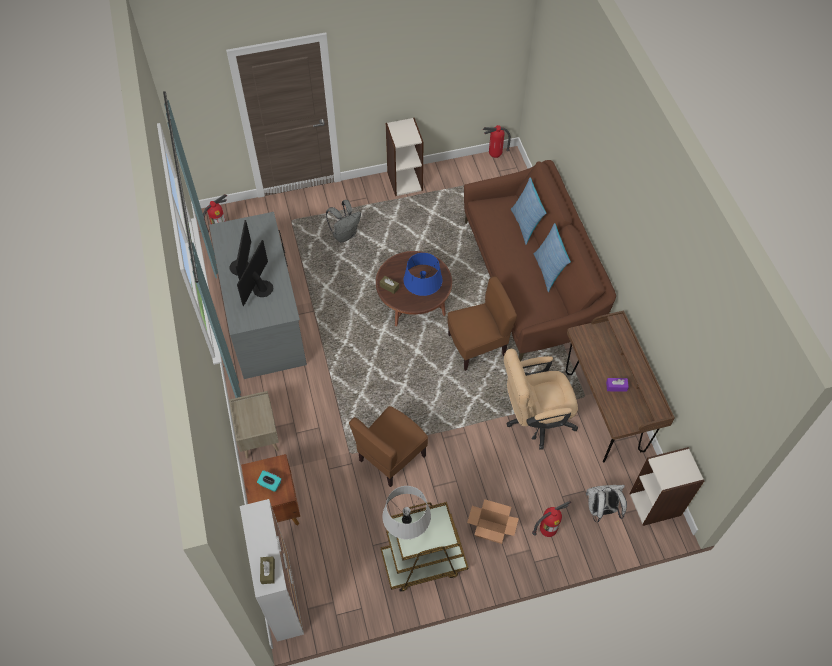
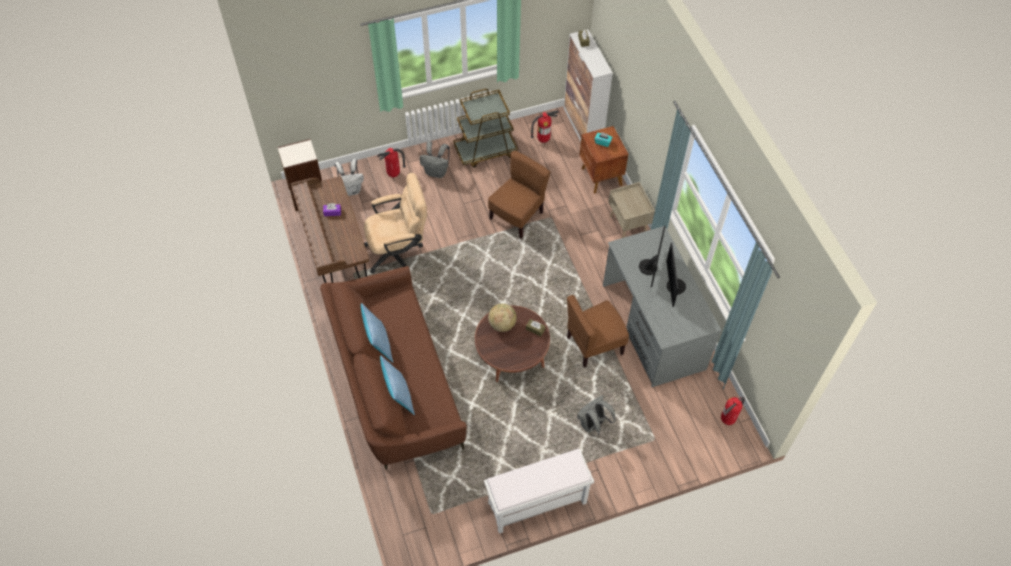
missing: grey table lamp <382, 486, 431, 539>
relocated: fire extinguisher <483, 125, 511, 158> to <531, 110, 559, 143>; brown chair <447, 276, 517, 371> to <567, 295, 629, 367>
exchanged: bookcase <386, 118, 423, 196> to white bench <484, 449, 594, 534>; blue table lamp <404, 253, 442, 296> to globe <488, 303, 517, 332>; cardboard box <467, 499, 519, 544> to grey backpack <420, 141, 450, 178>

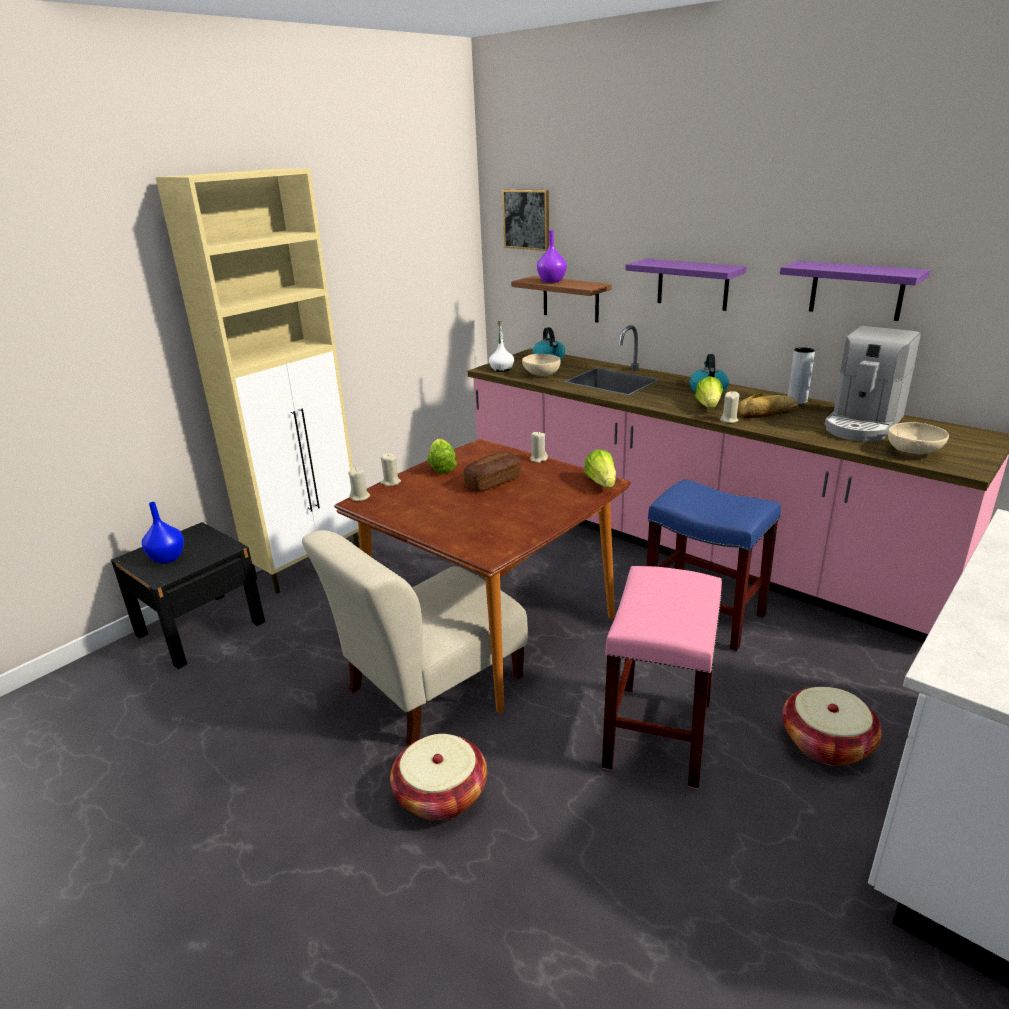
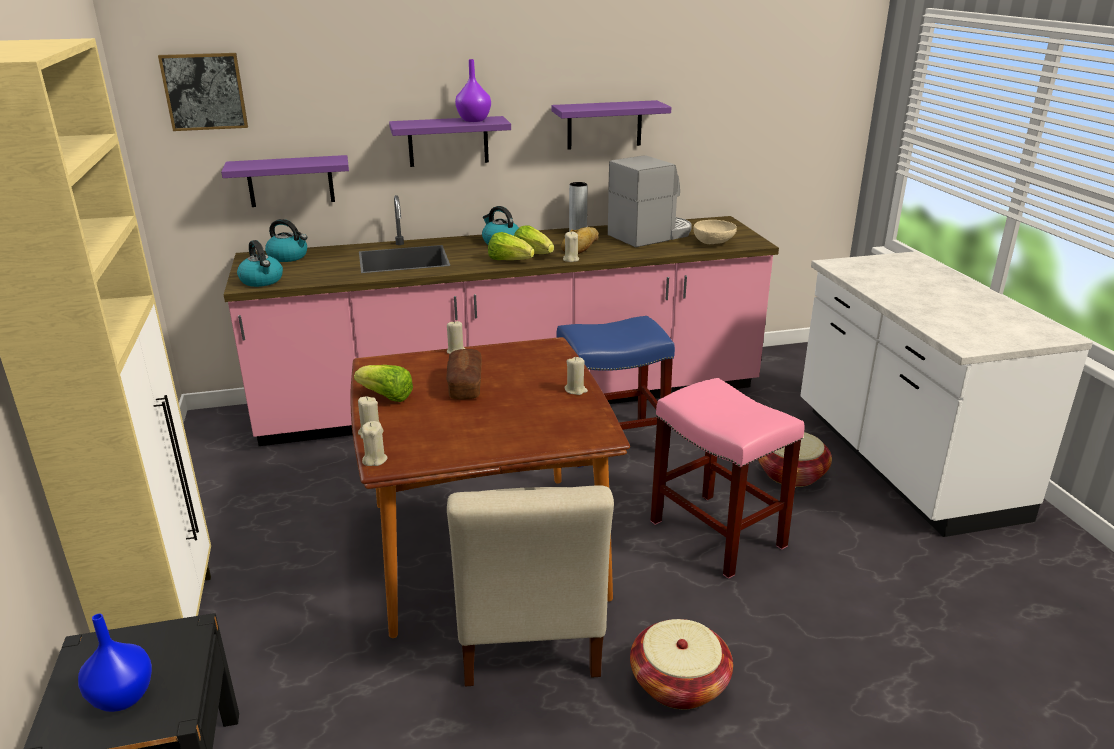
missing: beige bowl <522, 354, 561, 376>
appeared: beige candle <565, 357, 588, 395>
relocated: purple vase <537, 230, 567, 283> to <455, 59, 491, 122>; lettuce <584, 449, 616, 488> to <488, 232, 535, 260>
exchanged: white bottle <489, 321, 514, 372> to kettle <237, 240, 283, 287>
colour: brown shelf <511, 276, 612, 323> to purple shelf <221, 155, 349, 207>
spun: coffee machine <824, 326, 921, 442> = <608, 155, 692, 247> 105 degrees counterclockwise

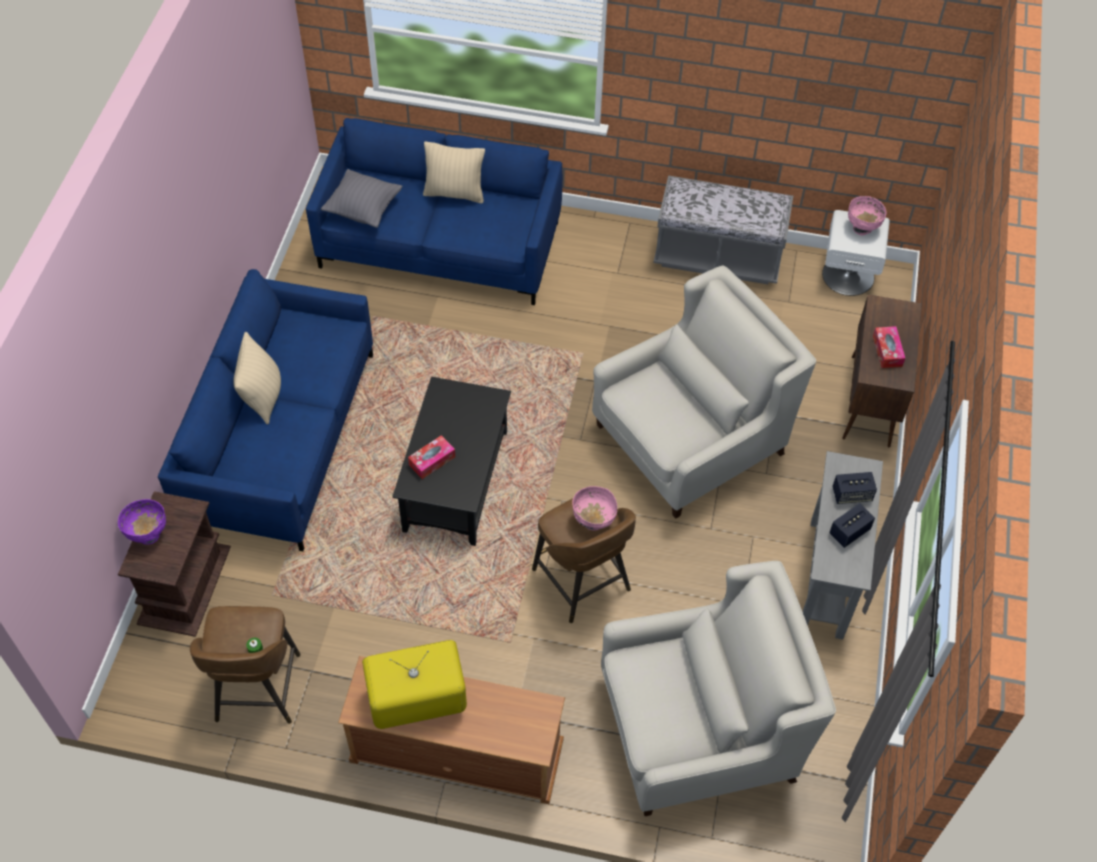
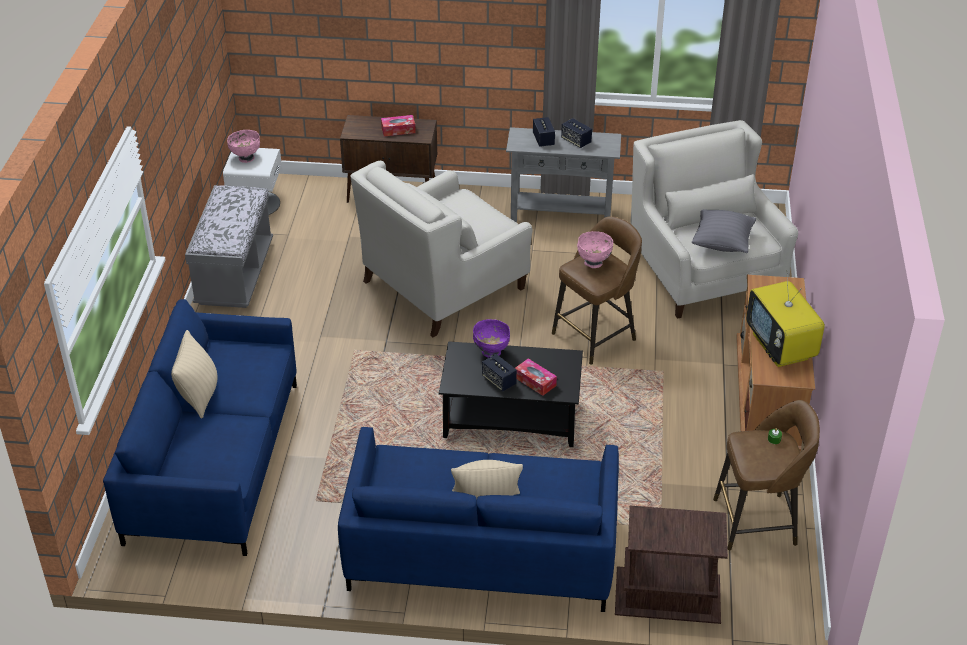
appeared: speaker <482, 354, 517, 392>
relocated: grey pillow <321, 169, 402, 228> to <692, 209, 756, 253>; purple bowl <118, 499, 166, 545> to <473, 319, 510, 358>
spun: white armchair <592, 266, 816, 519> = <350, 161, 533, 337> 90 degrees counterclockwise

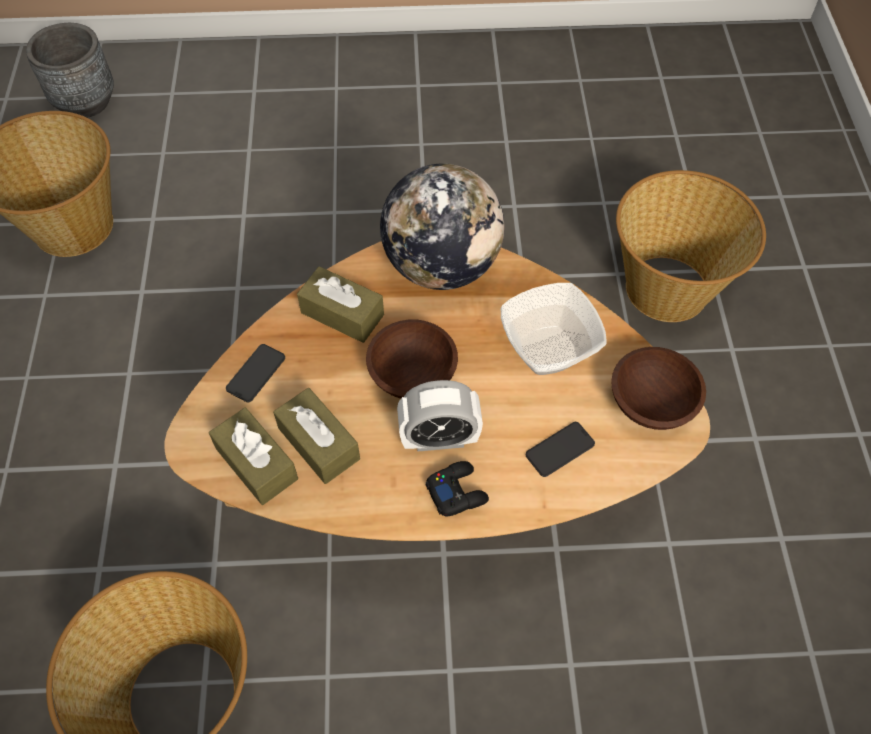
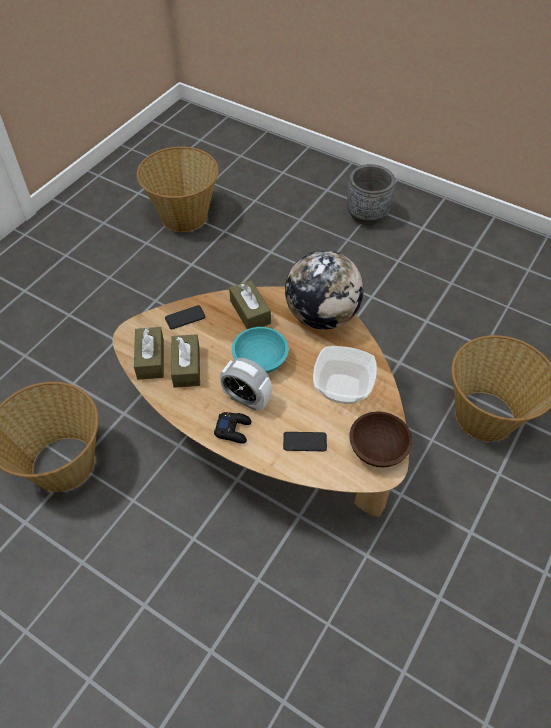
relocated: grey planter <26, 23, 114, 118> to <347, 164, 395, 225>
colour: brown bowl <366, 320, 458, 398> to turquoise bowl <232, 327, 289, 373>

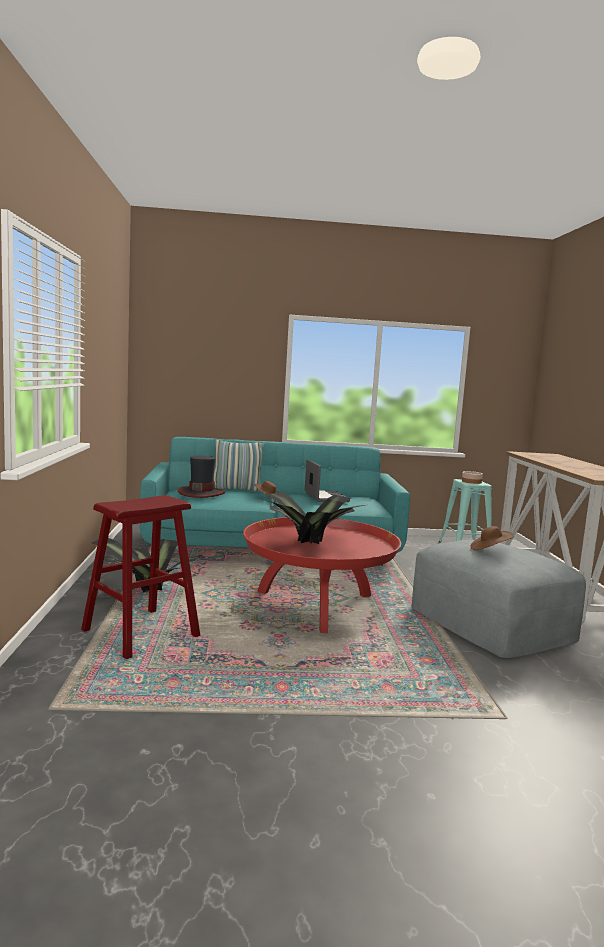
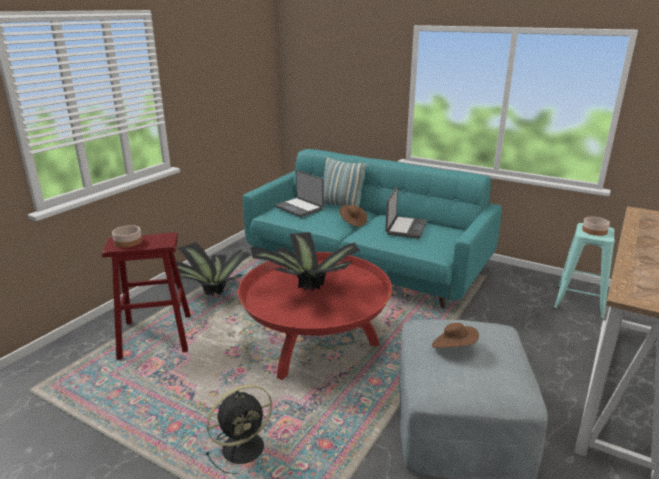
appeared: bowl <112, 225, 142, 248>; black fan <205, 385, 272, 474>
exchanged: hat <178, 456, 226, 498> to laptop <275, 170, 324, 217>

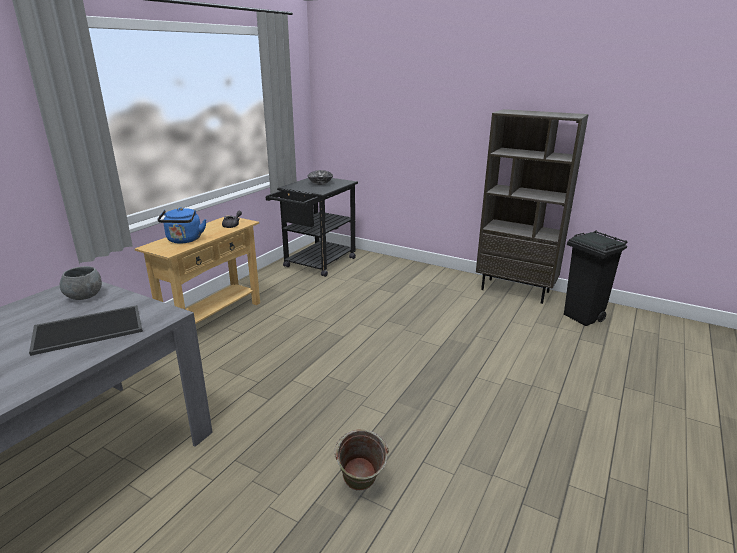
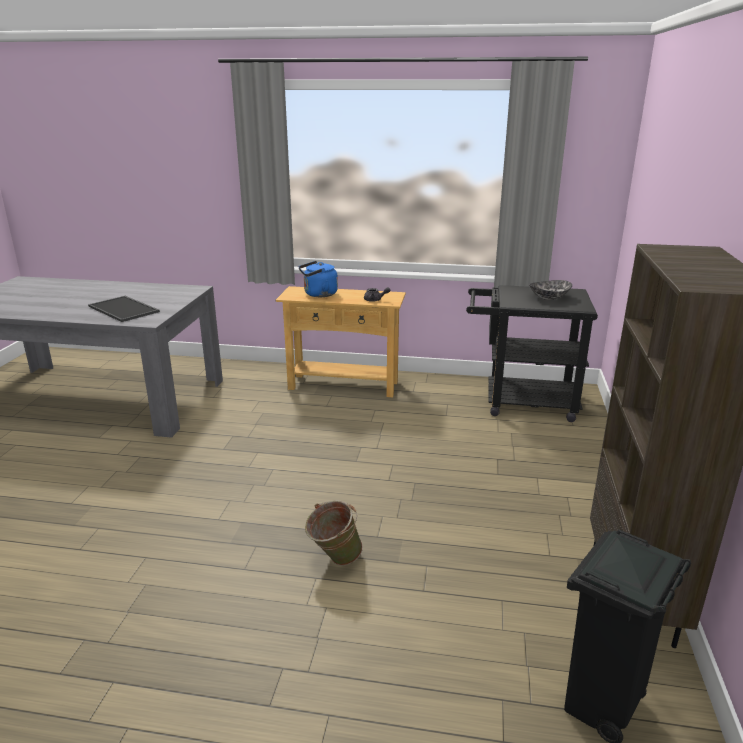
missing: grey bowl <60, 266, 102, 300>
relocated: green bucket <334, 429, 389, 491> to <305, 500, 363, 566>

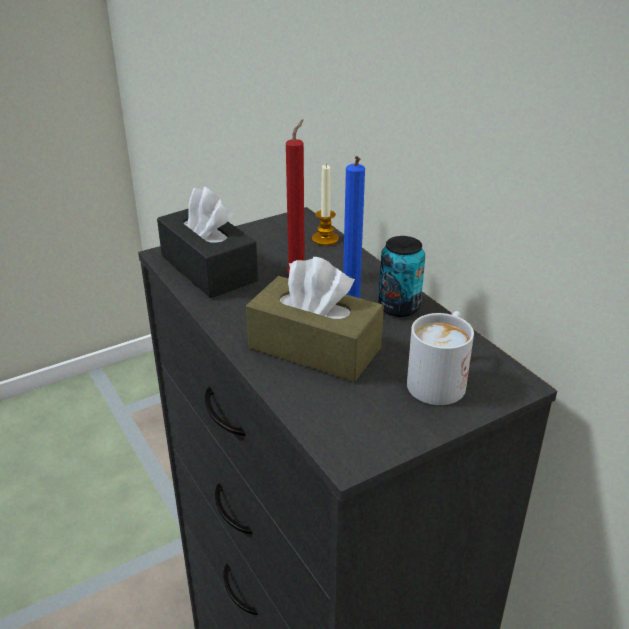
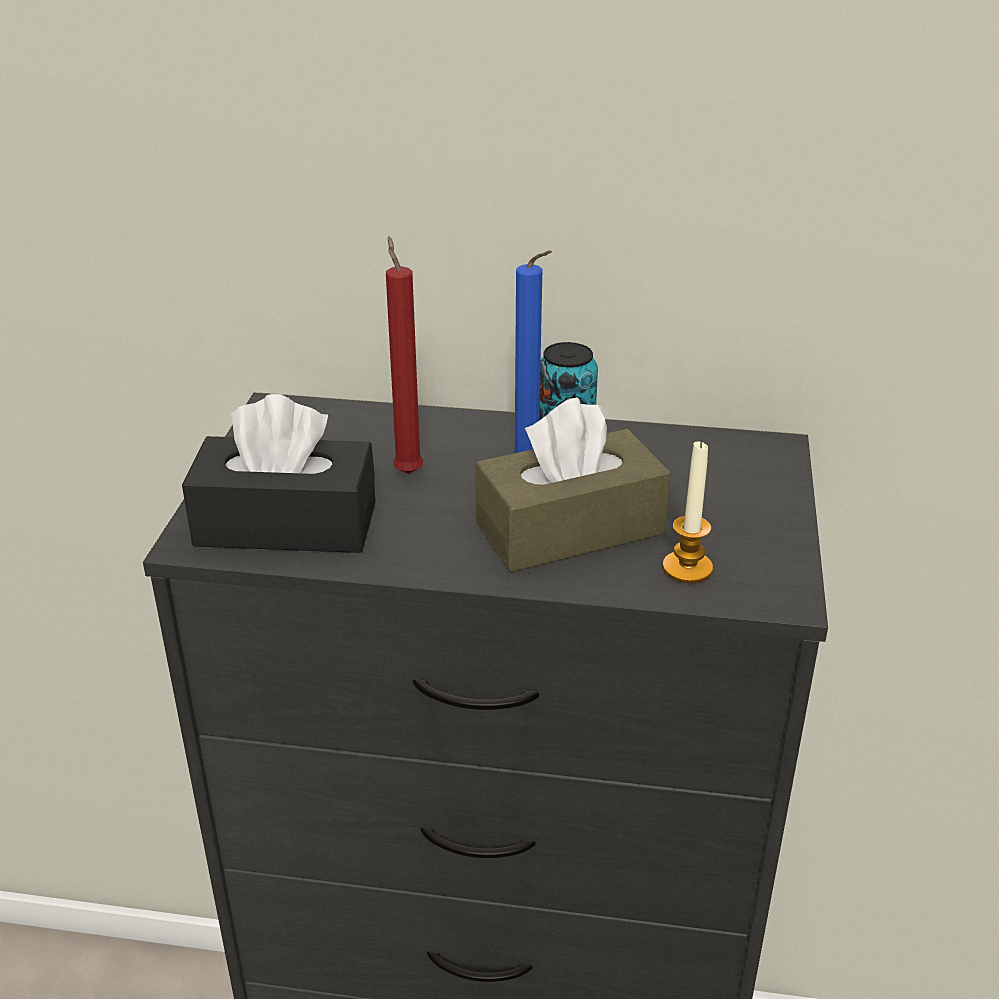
missing: white mug <407, 311, 474, 405>
relocated: candle <312, 165, 339, 246> to <662, 440, 713, 584>

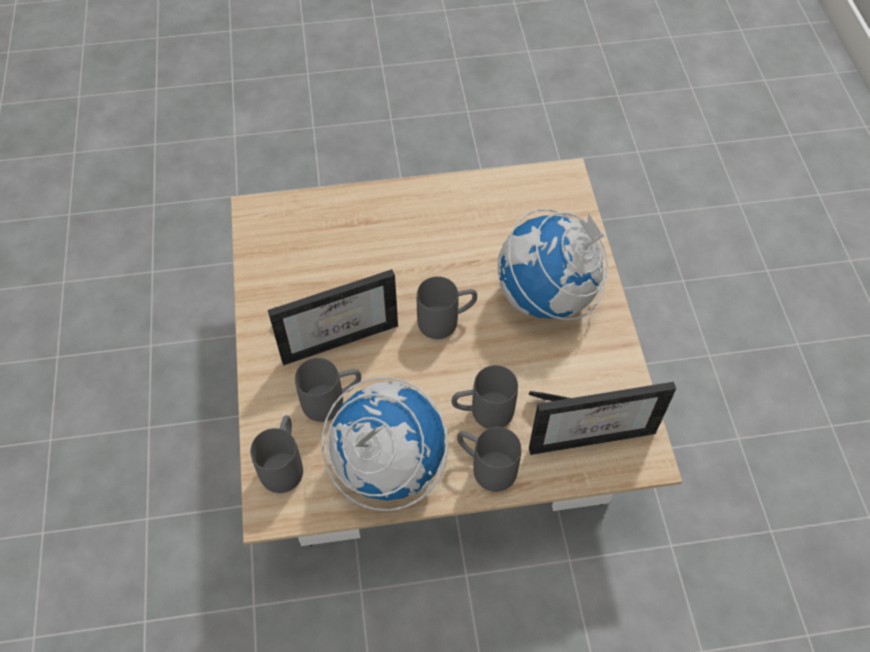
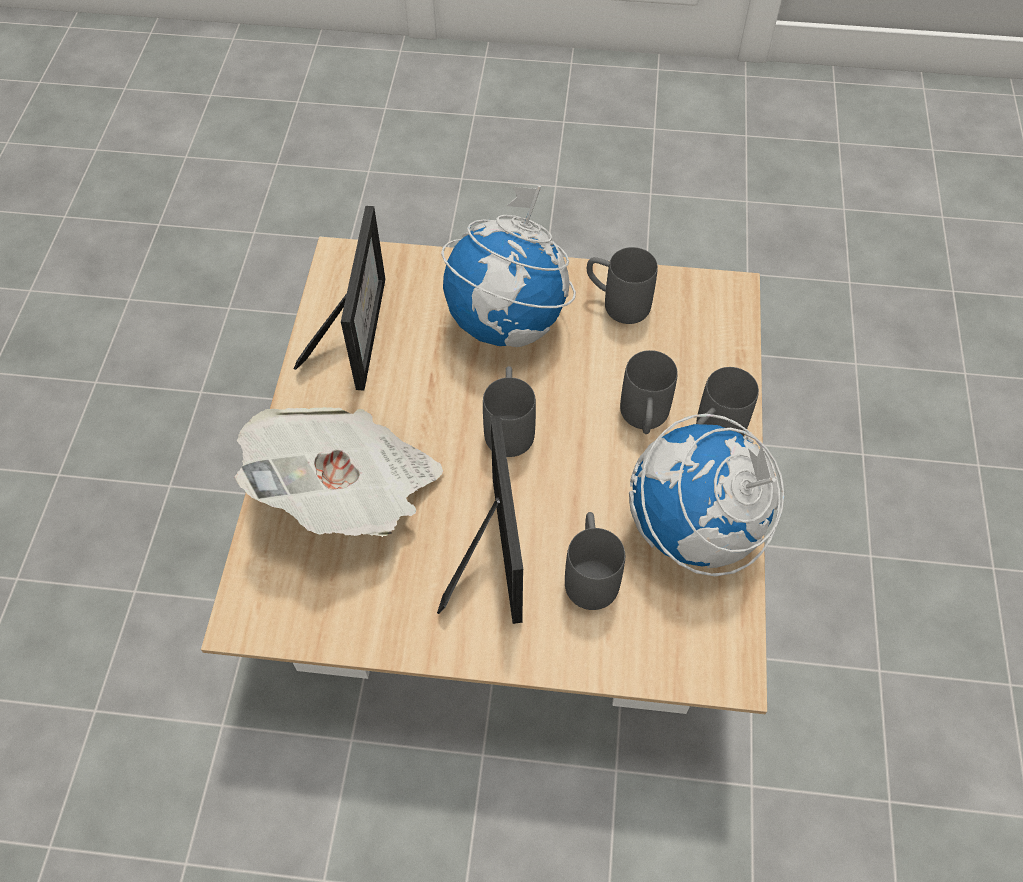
appeared: newspaper <234, 407, 443, 537>
relocated: picture frame <528, 382, 676, 455> to <294, 206, 385, 391>; grey mug <250, 415, 303, 493> to <587, 247, 658, 324>

